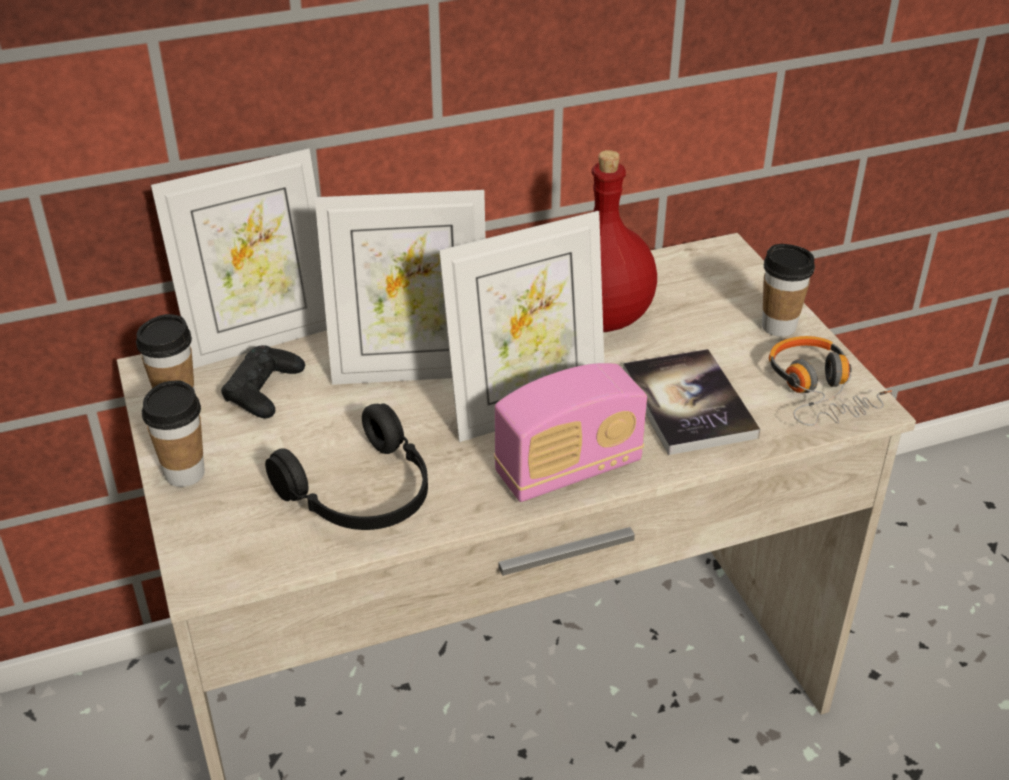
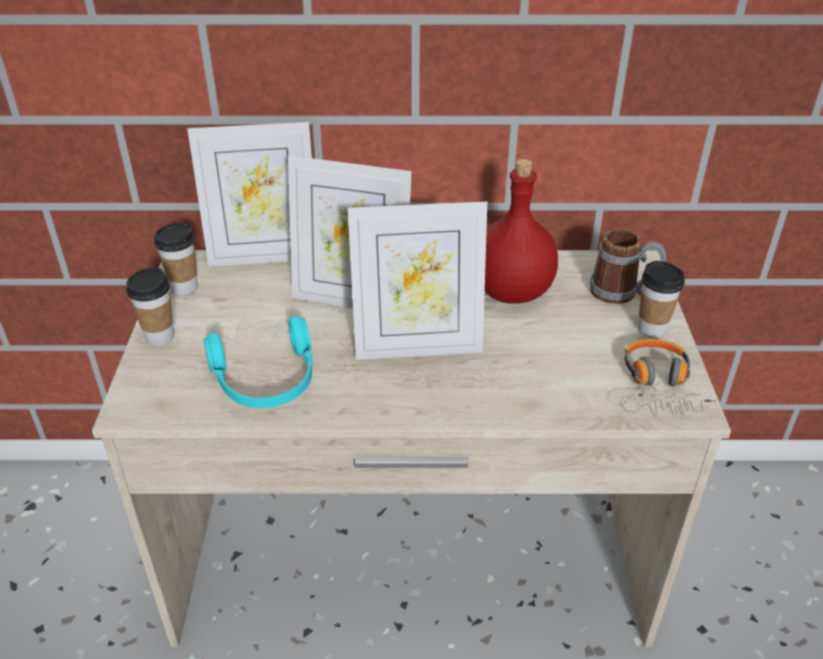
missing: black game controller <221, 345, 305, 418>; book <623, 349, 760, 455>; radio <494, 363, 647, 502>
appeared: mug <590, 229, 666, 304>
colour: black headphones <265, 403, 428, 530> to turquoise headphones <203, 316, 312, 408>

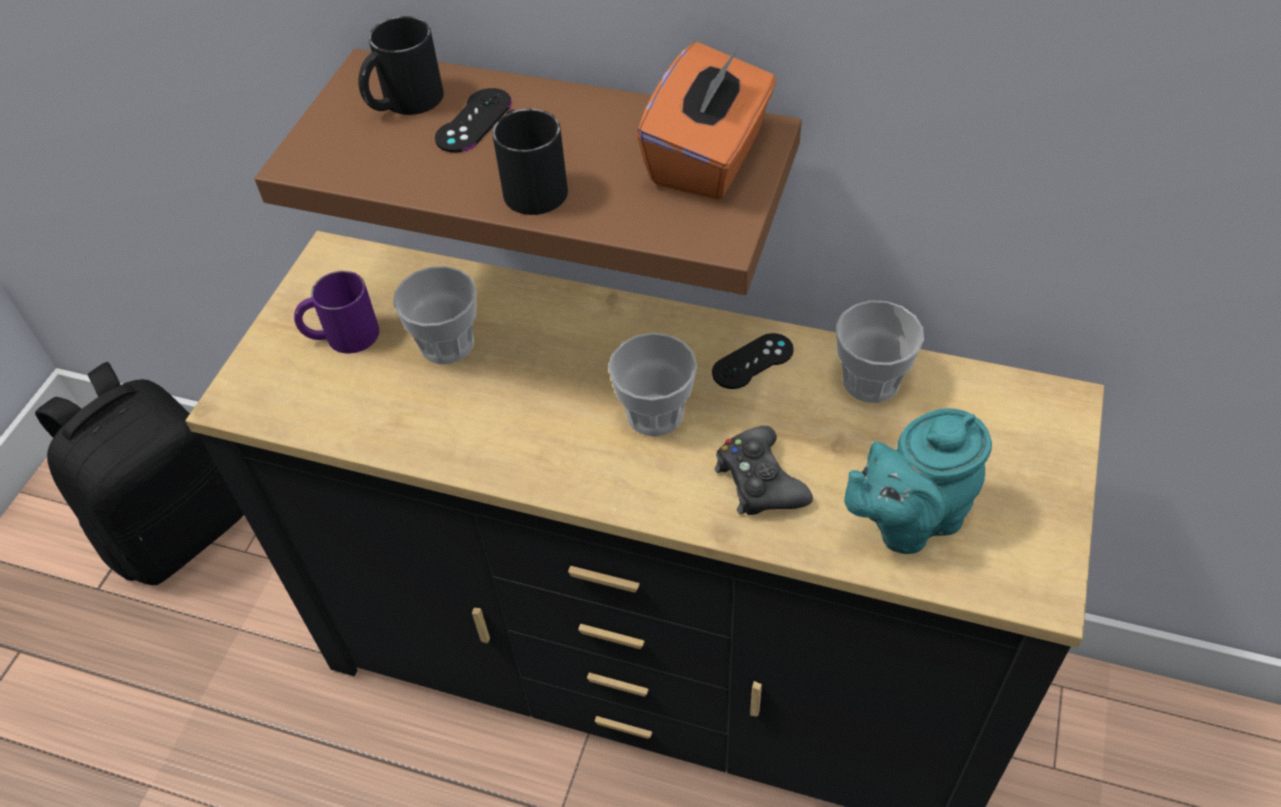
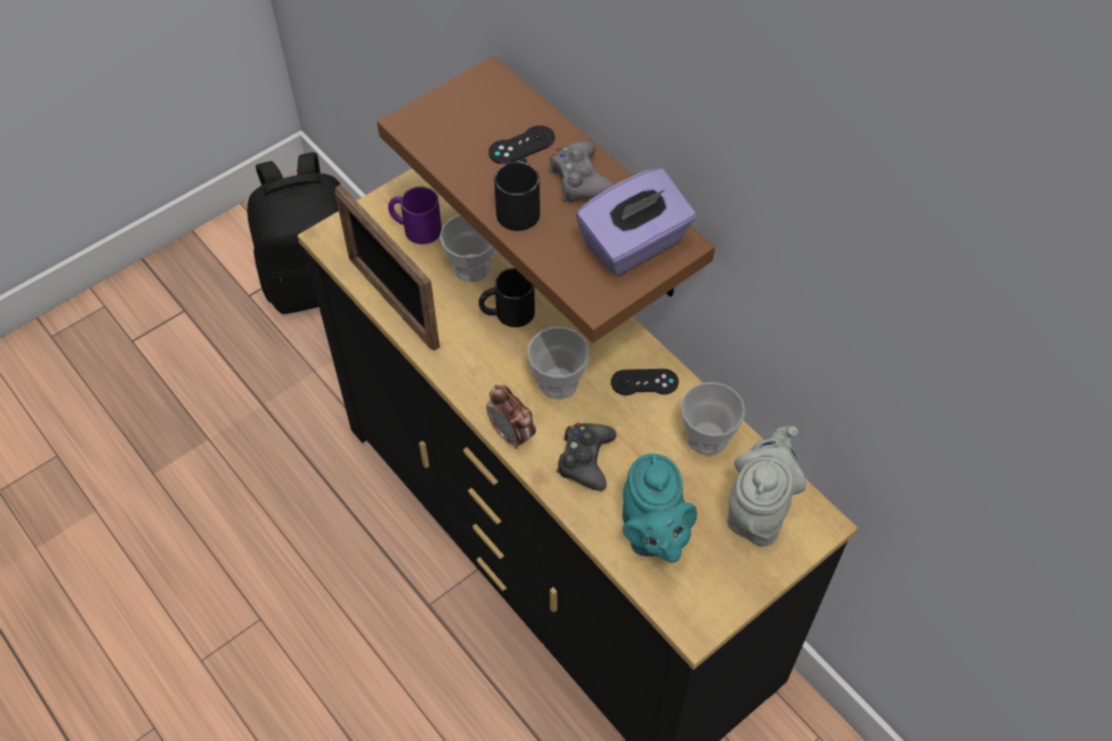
appeared: grey game controller <548, 141, 614, 202>; picture frame <335, 184, 440, 351>; alarm clock <486, 384, 536, 449>; grey teapot <727, 426, 806, 547>
relocated: black mug <358, 16, 444, 115> to <479, 268, 535, 327>
colour: orange tissue box <637, 42, 776, 200> to purple tissue box <576, 168, 696, 276>
spun: turquoise teapot <844, 408, 992, 554> = <622, 454, 697, 563> 105 degrees counterclockwise

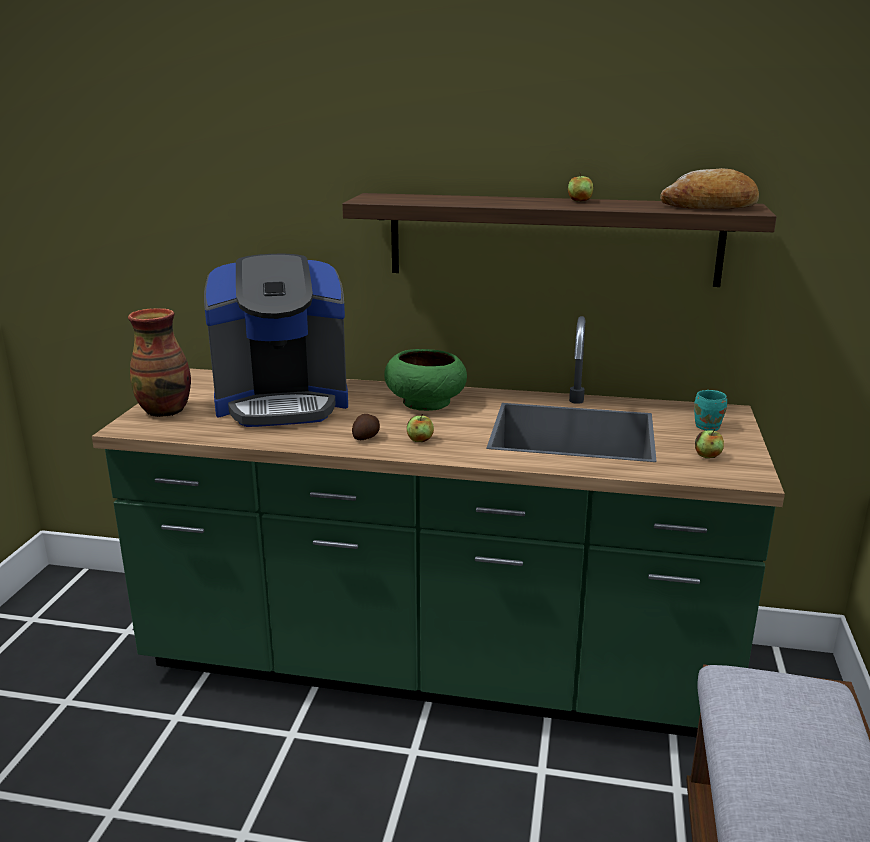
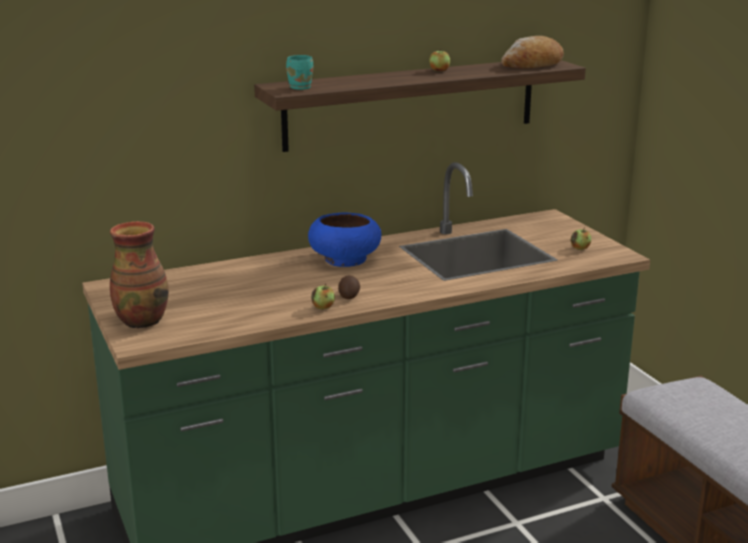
missing: coffee machine <204, 254, 348, 427>
relocated: turquoise mug <694, 390, 727, 431> to <286, 55, 313, 90>; apple <407, 414, 434, 442> to <311, 284, 335, 310>
colour: green bowl <384, 349, 467, 411> to blue bowl <308, 213, 381, 267>

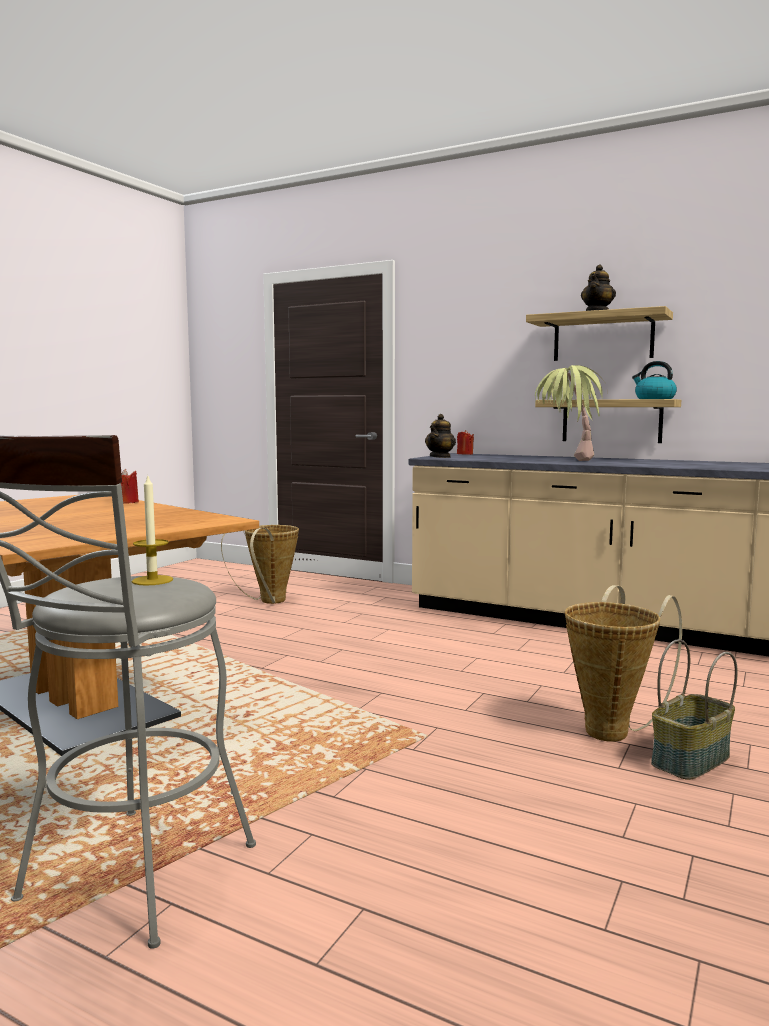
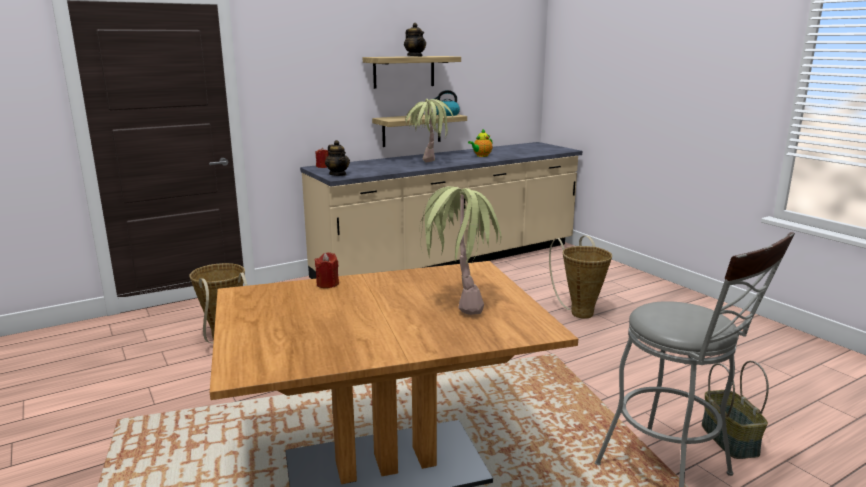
missing: candle <132, 476, 173, 585>
appeared: teapot <468, 129, 493, 157>; potted plant <420, 186, 501, 315>
relocated: basket <651, 639, 738, 780> to <702, 361, 769, 459>

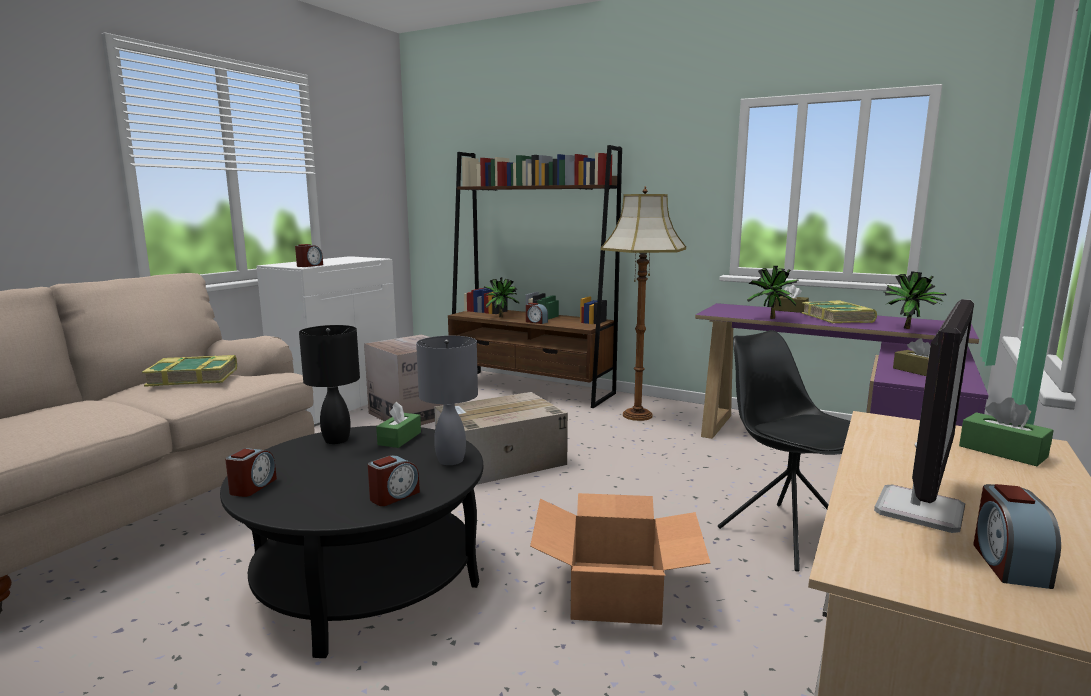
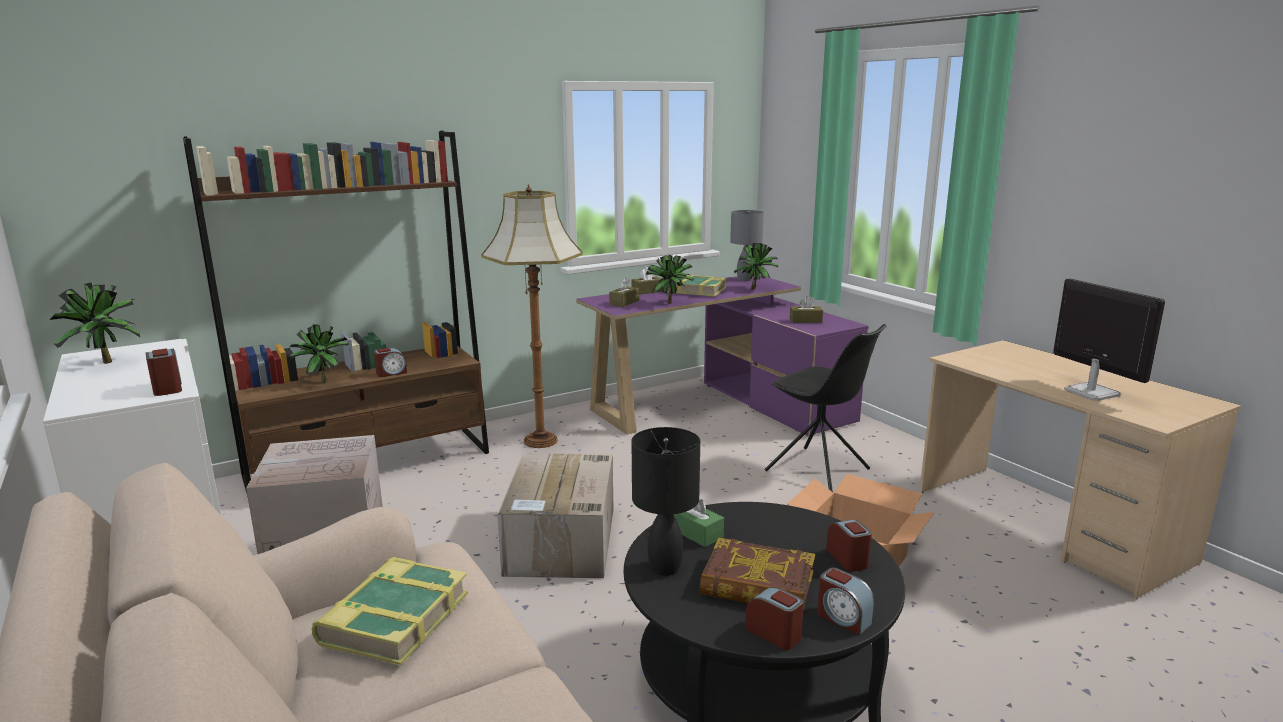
missing: green tissue box <959, 397, 1054, 466>
appeared: brown tissue box <609, 277, 639, 307>; potted plant <50, 282, 140, 364>; book <700, 538, 815, 610>
relocated: grey table lamp <416, 336, 478, 465> to <730, 210, 764, 281>; alarm clock <973, 484, 1061, 589> to <817, 568, 875, 635>
spun: black chair <718, 330, 850, 572> = <765, 324, 886, 492> 135 degrees counterclockwise

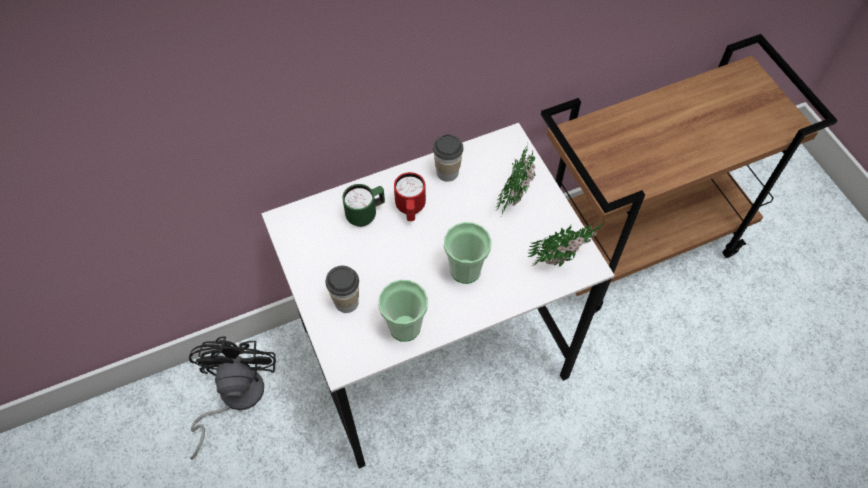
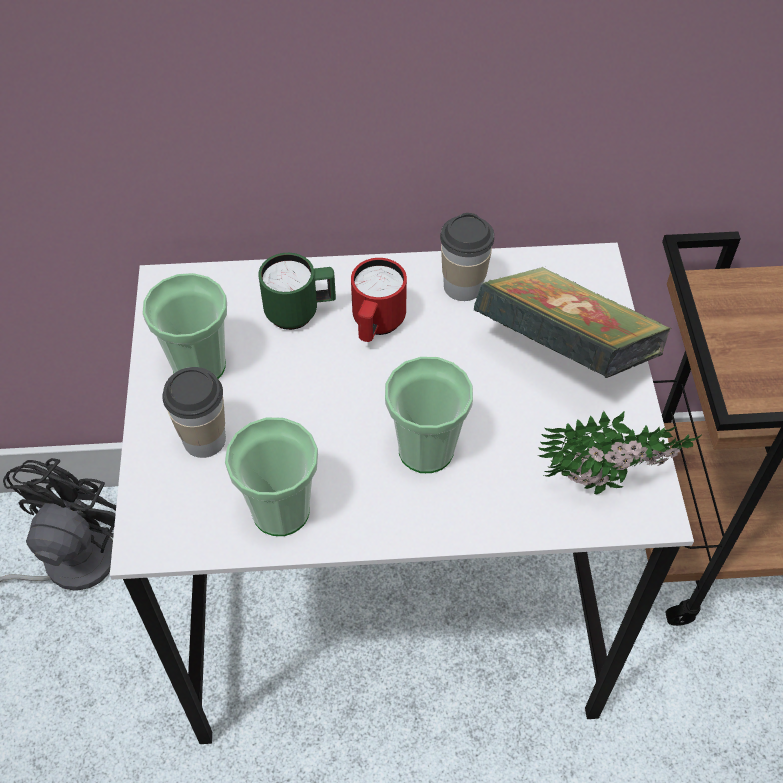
appeared: cup <142, 273, 227, 379>
exchanged: potted plant <496, 142, 536, 217> to book <474, 267, 671, 378>

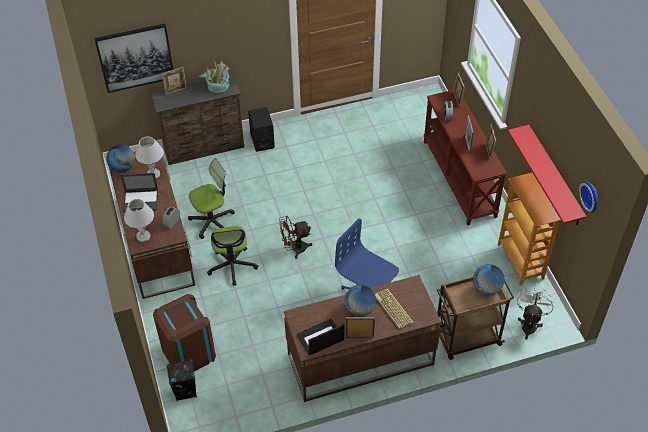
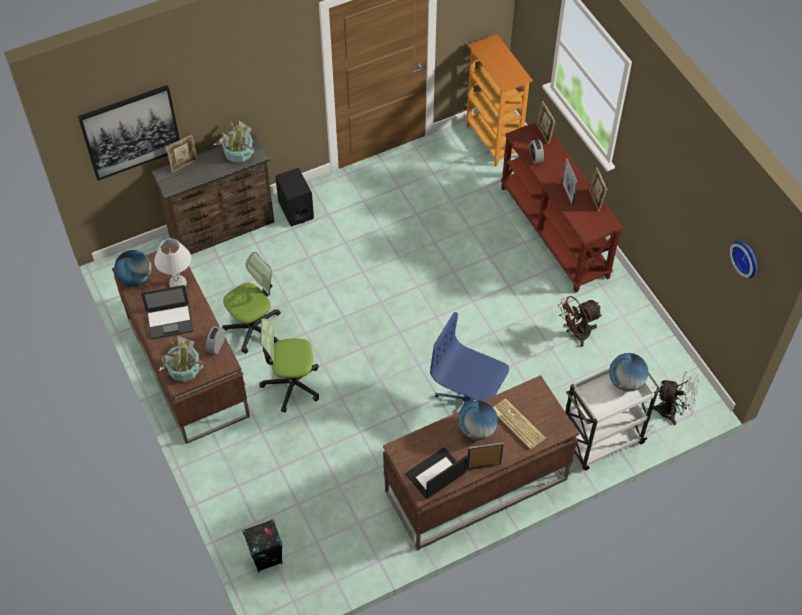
missing: red shelf <508, 125, 587, 225>; brown trash can <153, 294, 216, 372>
relocated: bookcase <498, 173, 561, 285> to <466, 34, 533, 167>; brown fan <279, 216, 312, 259> to <558, 296, 602, 347>
exchanged: white table lamp <124, 199, 154, 242> to potted plant <159, 336, 204, 382>
colour: brown cart <437, 277, 514, 360> to white cart <565, 368, 661, 471>
spun: office chair <207, 226, 258, 286> = <260, 318, 319, 412> 105 degrees clockwise; white fan <517, 287, 554, 340> = <653, 371, 699, 425> 90 degrees clockwise

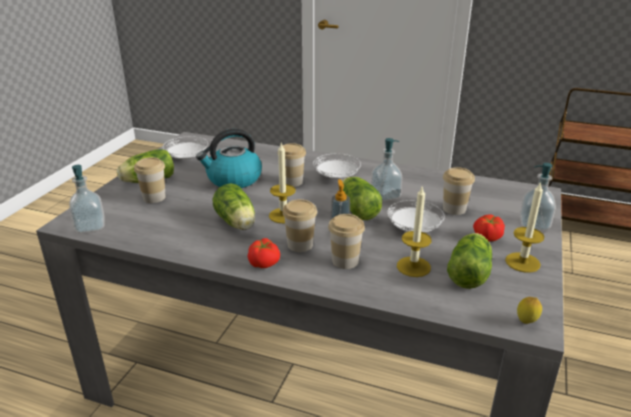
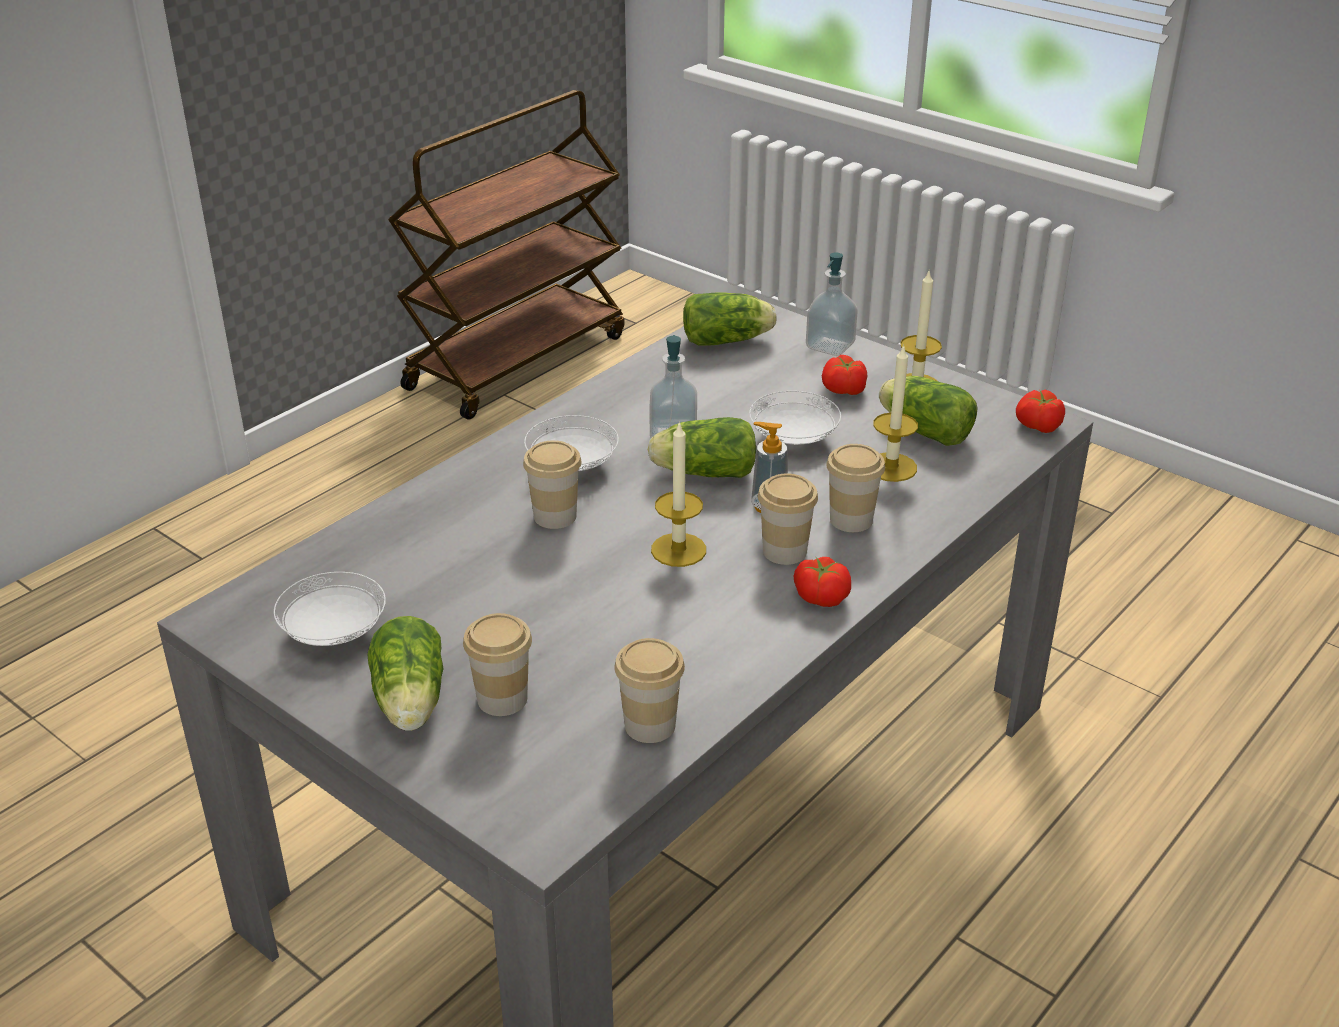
missing: kettle <196, 129, 262, 188>; soap dispenser <69, 165, 104, 233>
relocated: cup <443, 167, 475, 215> to <614, 638, 685, 743>; lettuce <212, 183, 255, 230> to <683, 292, 777, 346>
exchanged: lemon <517, 297, 542, 324> to tomato <1016, 390, 1065, 433>

